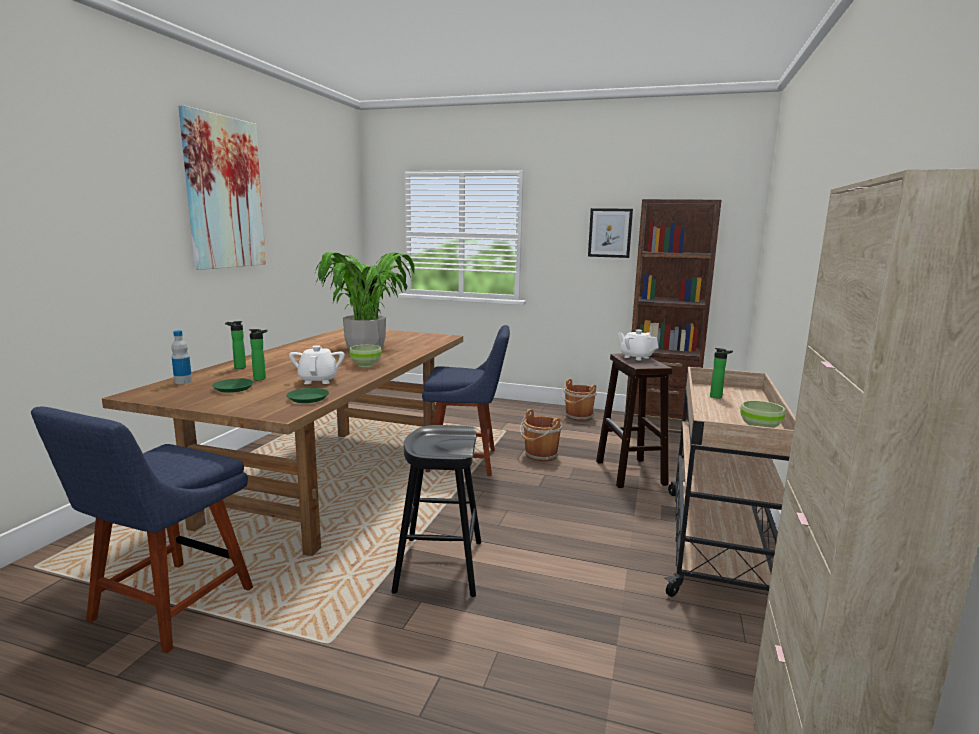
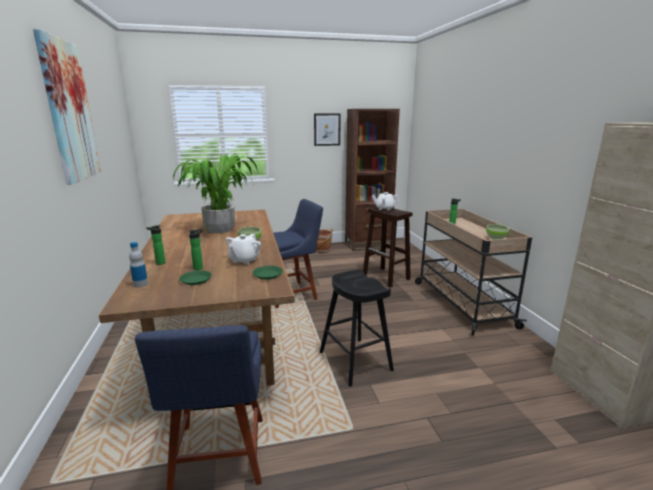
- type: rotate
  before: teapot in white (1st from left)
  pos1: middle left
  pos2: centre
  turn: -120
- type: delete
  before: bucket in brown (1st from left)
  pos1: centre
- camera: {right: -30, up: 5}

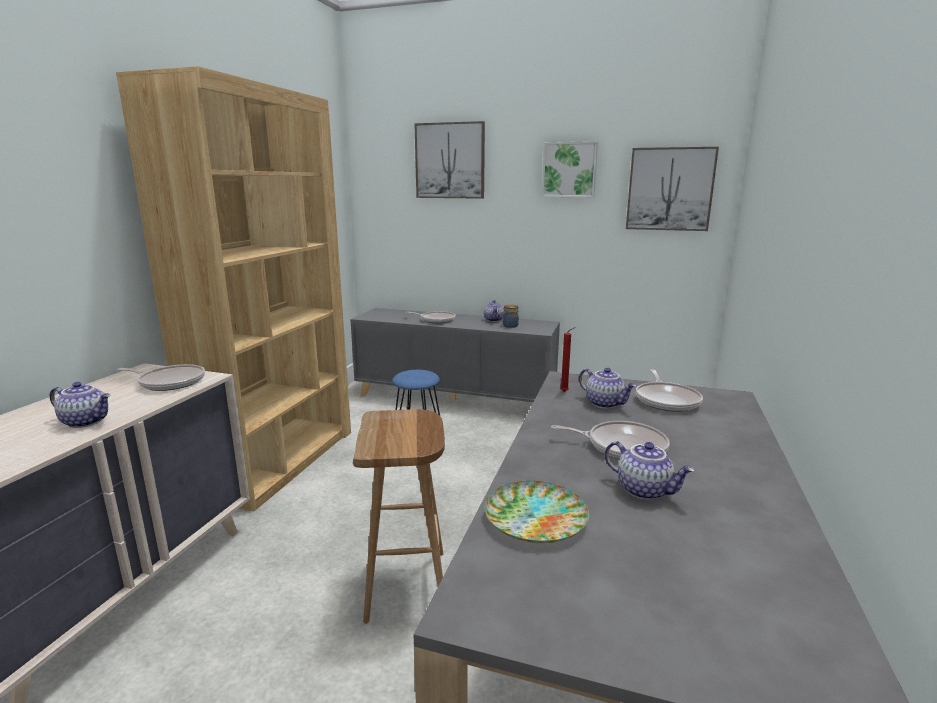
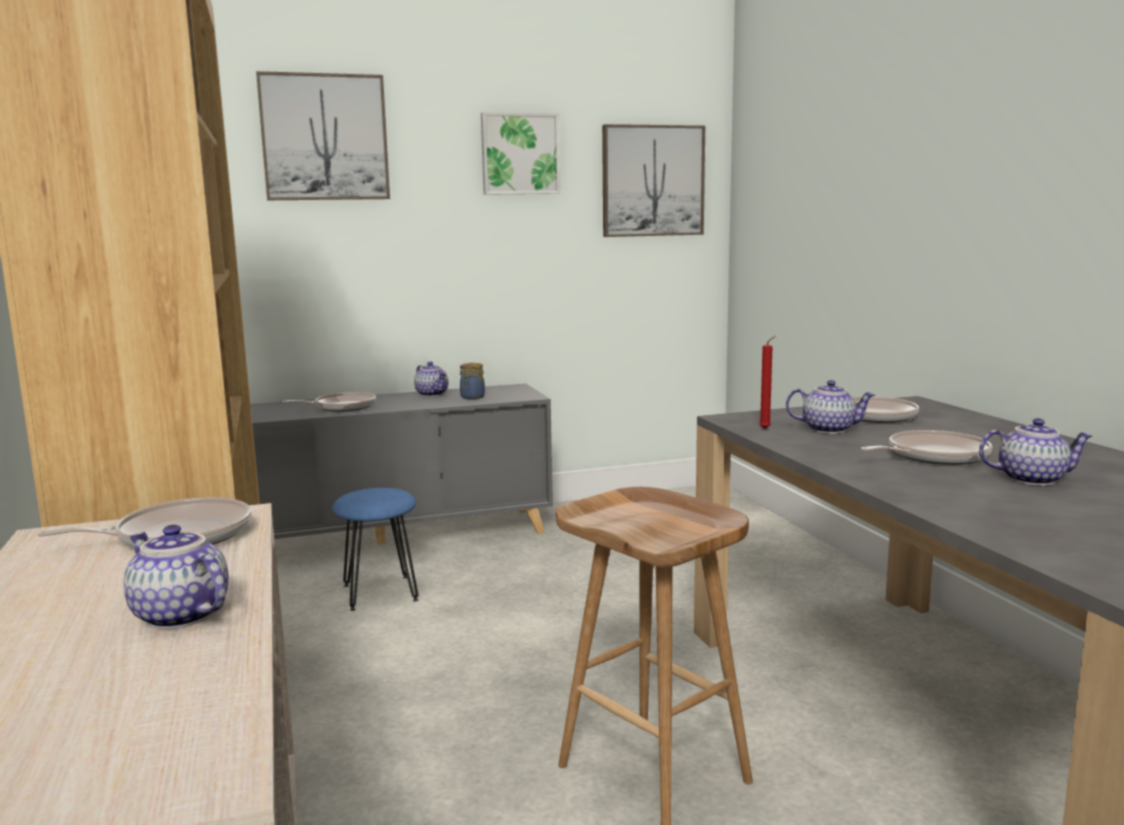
- type: rotate
  before: teapot (1st from left)
  pos1: middle left
  pos2: bottom left
  turn: -120
- type: delete
  before: plate
  pos1: bottom centre
- camera: {right: -35, up: -5}

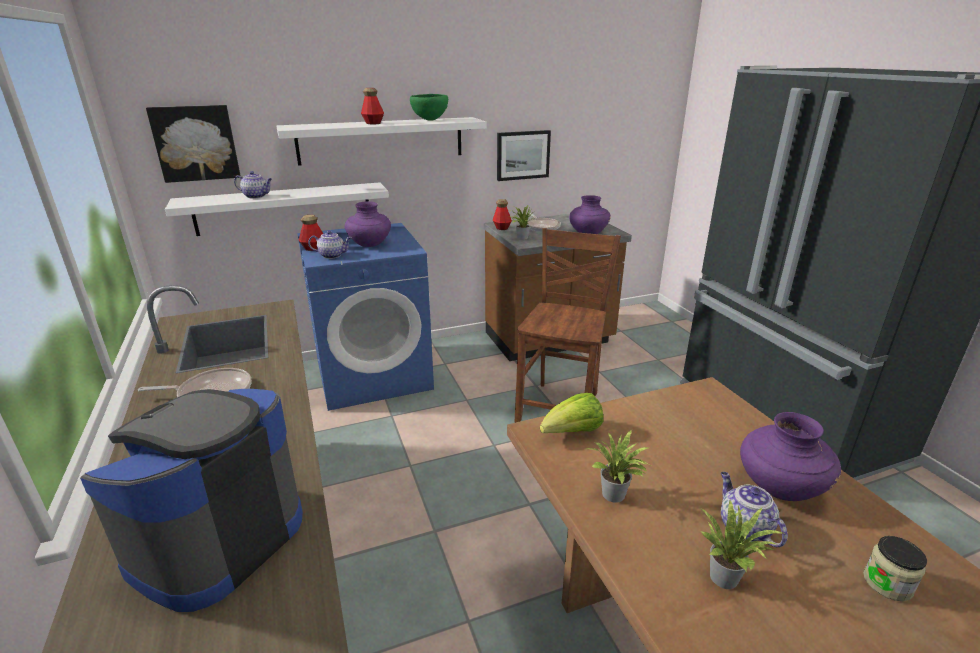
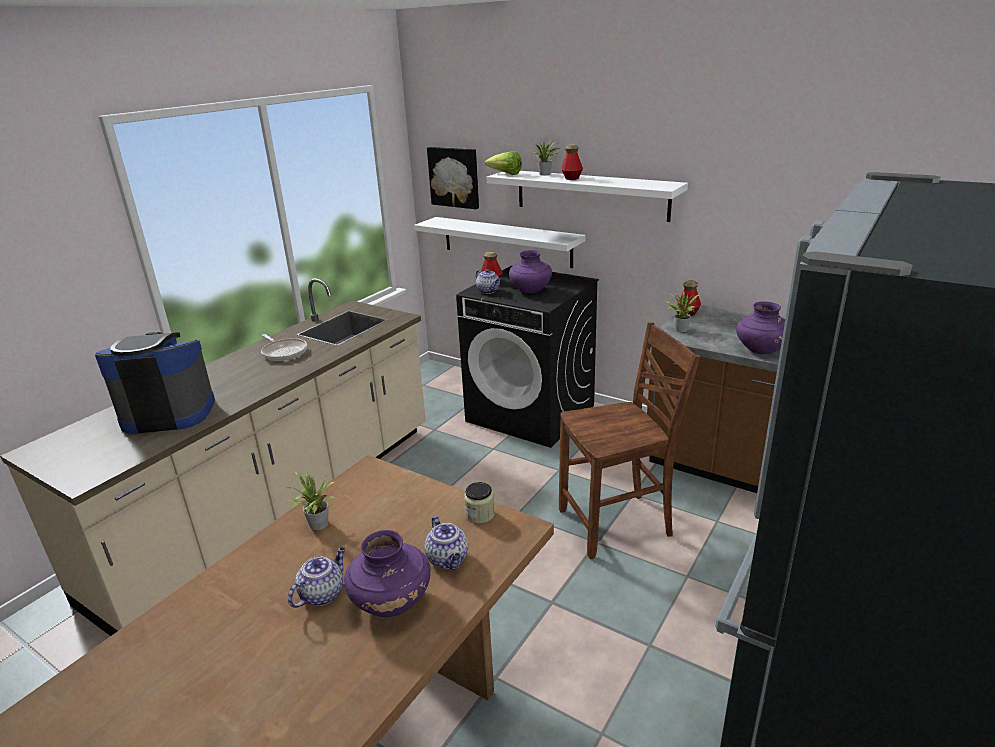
- type: move
  before: teapot (1st from left in the first image)
  after: teapot (2nd from left)
  pos1: top left
  pos2: bottom centre
- type: recolor
  before: washing machine in blue
  after: washing machine in black
  pos1: centre
  pos2: centre
- type: move
  before: jar
  pos1: bottom right
  pos2: bottom centre
- type: move
  before: lettuce
  pos1: centre
  pos2: top centre
- type: move
  before: potted plant (3rd from left in the first image)
  after: potted plant (2nd from left)
  pos1: bottom right
  pos2: top centre
- type: delete
  before: bowl in green
  pos1: top centre
- type: delete
  before: picture (2nd from left)
  pos1: top centre
- type: delete
  before: frying pan (2nd from left)
  pos1: centre
- camera: {right: 55, up: 0}

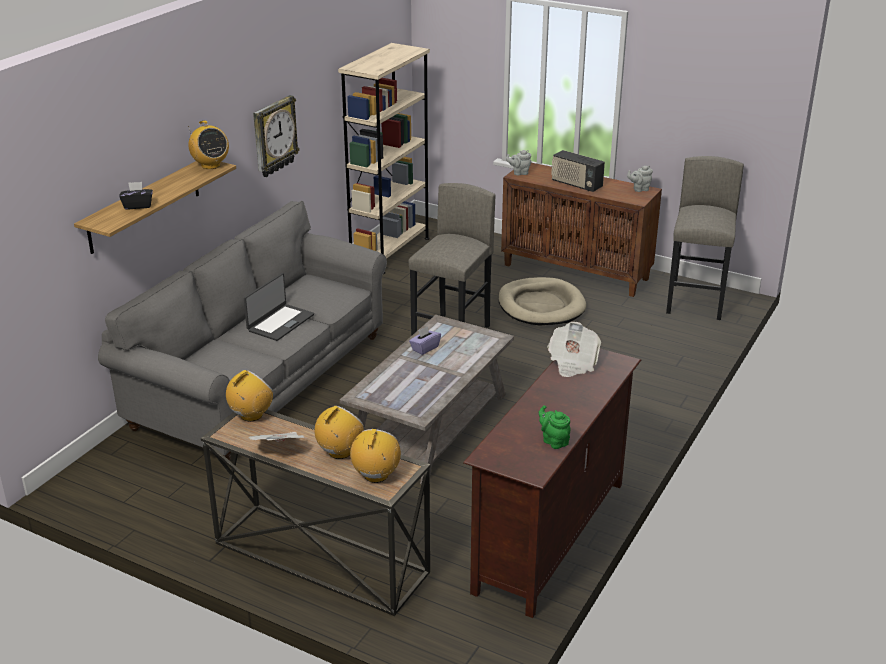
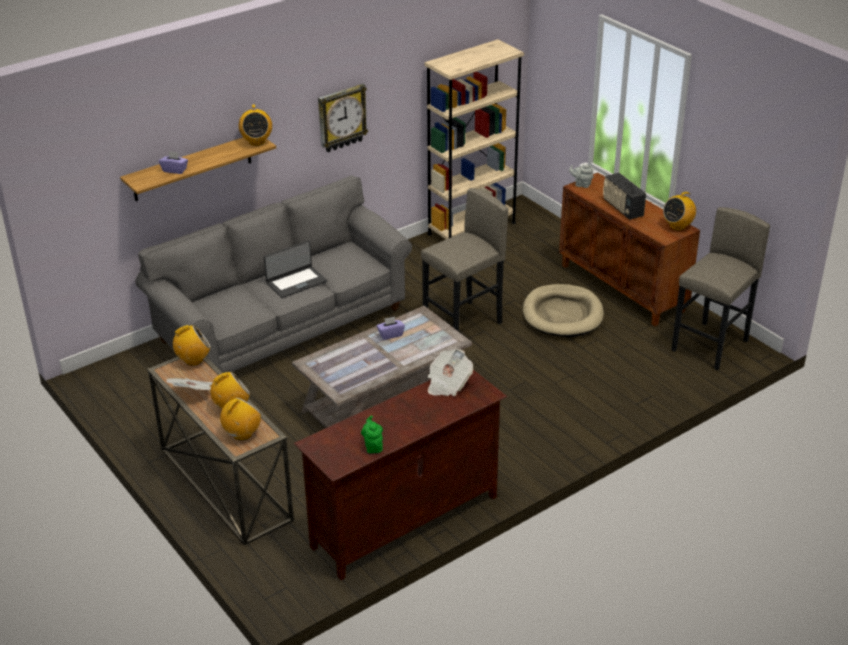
- type: recolor
  before: tissue box in black
  after: tissue box in purple (1st from left)
  pos1: top left
  pos2: top left
- type: replace
  before: teapot in grey (2nd from left)
  after: radio (6th from left)
  pos1: top right
  pos2: top right
- camera: {right: 25, up: 5}

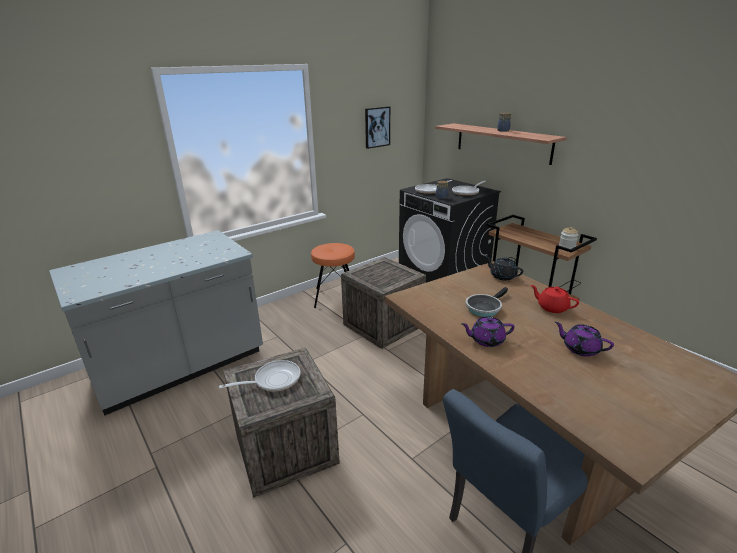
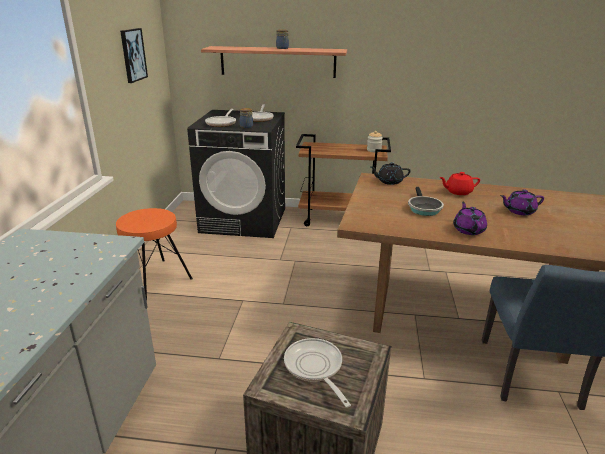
- type: rotate
  before: frying pan (1st from left in the first image)
  pos1: bottom centre
  pos2: bottom centre
  turn: -45
- type: rotate
  before: teapot in purple (1st from left)
  pos1: centre
  pos2: middle right
  turn: 135
- type: delete
  before: crate (2nd from left)
  pos1: centre
- camera: {right: -45, up: 0}

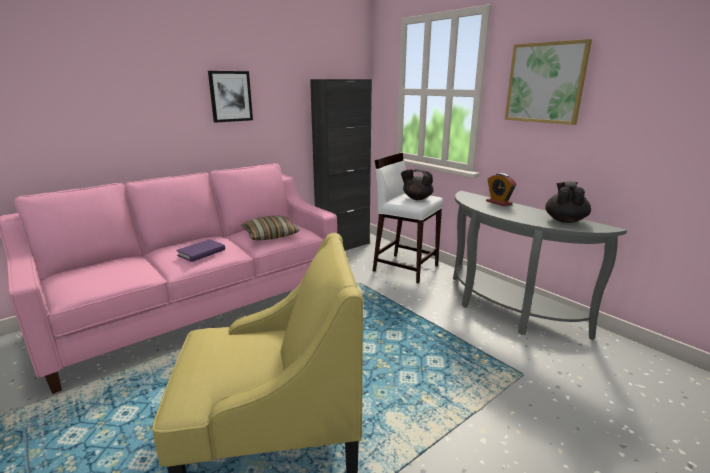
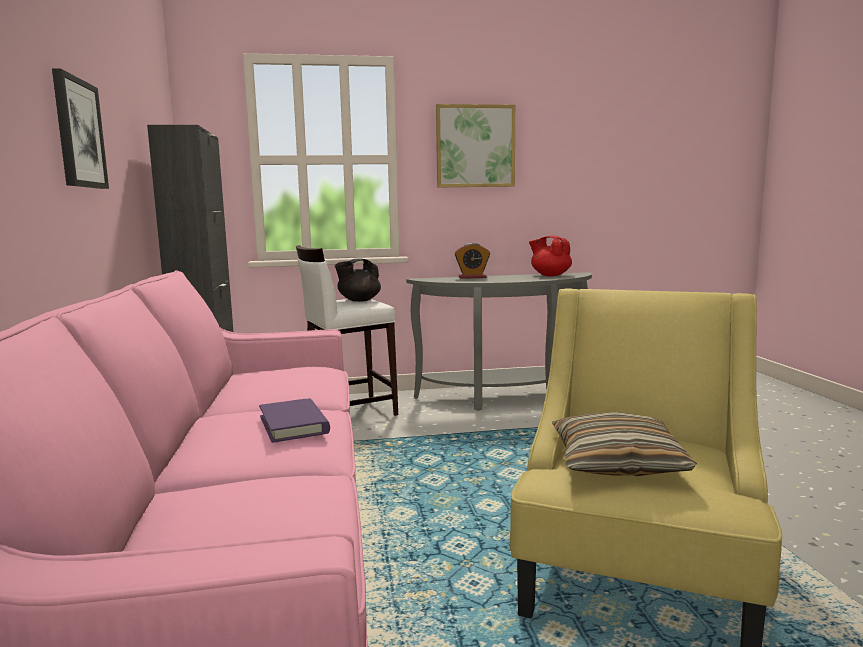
- type: recolor
  before: teapot in black (2nd from left)
  after: teapot in red
  pos1: middle right
  pos2: centre
- type: move
  before: pillow
  pos1: centre
  pos2: bottom right
- camera: {right: -60, up: -10}

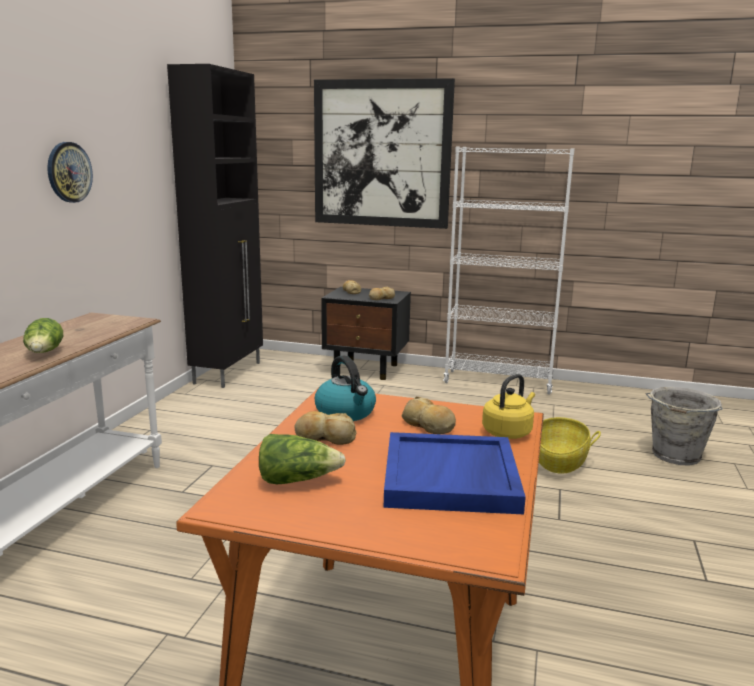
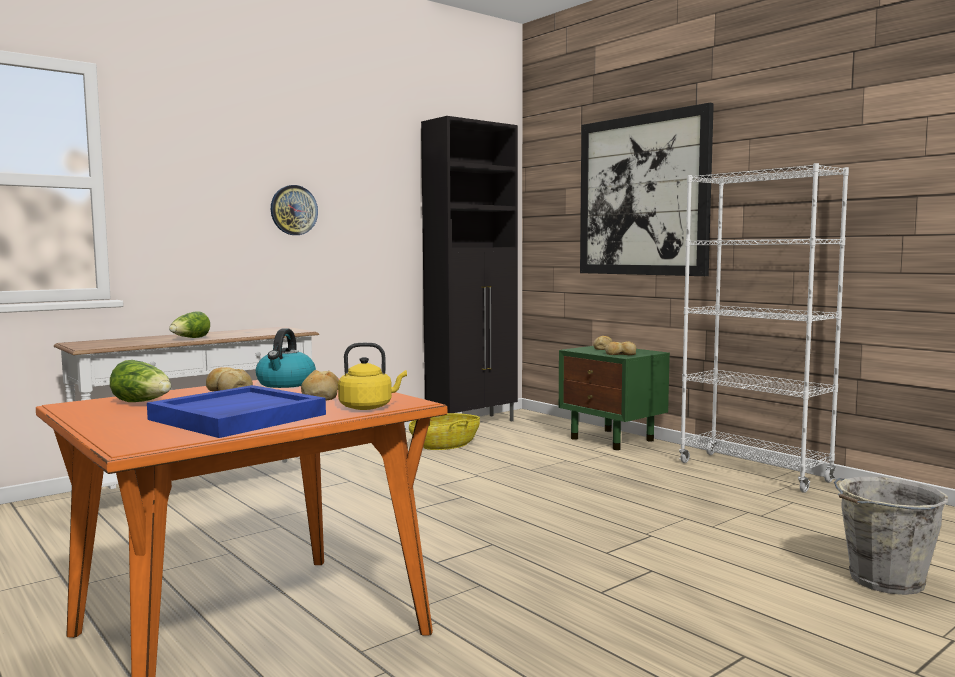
- type: move
  before: basket
  pos1: middle right
  pos2: centre
- type: recolor
  before: nightstand in black
  after: nightstand in green
  pos1: centre
  pos2: centre
- camera: {right: 35, up: -10}

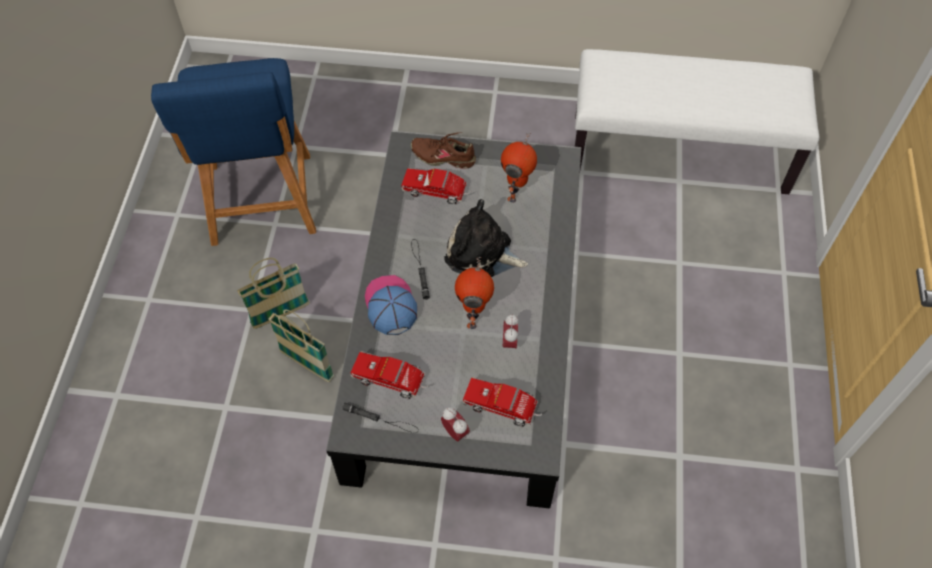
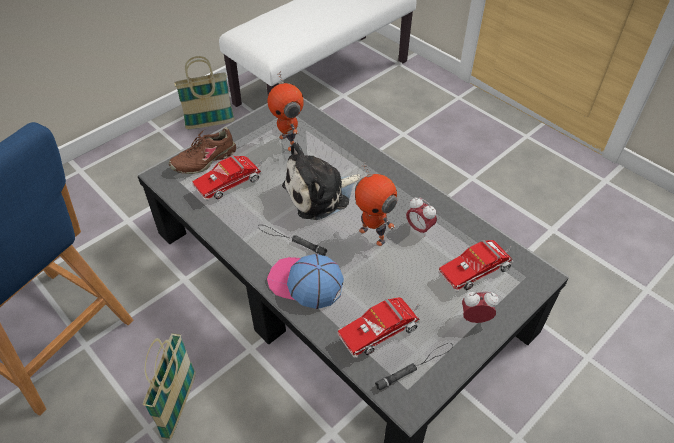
- type: move
  before: basket (2nd from left)
  pos1: middle left
  pos2: top left
- camera: {right: -50, up: -10}

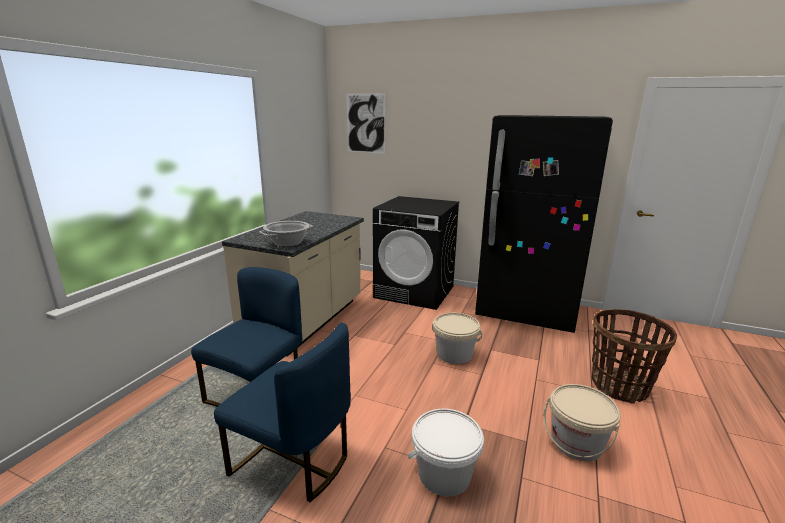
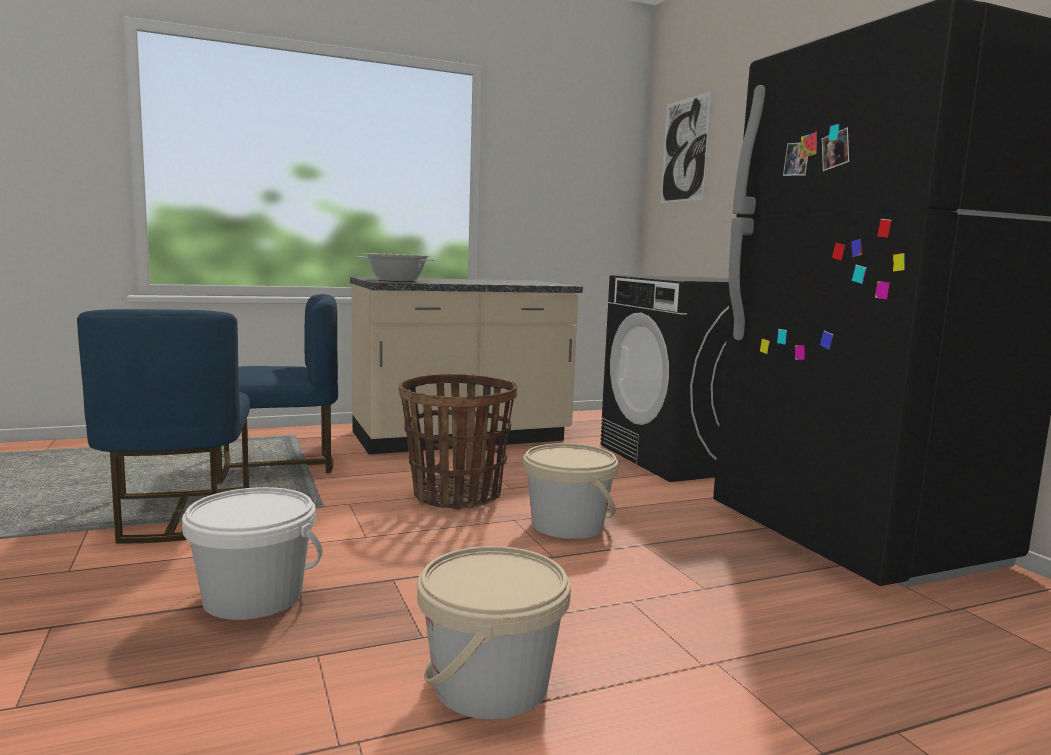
- type: move
  before: basket
  pos1: bottom right
  pos2: centre
- camera: {right: 45, up: -10}

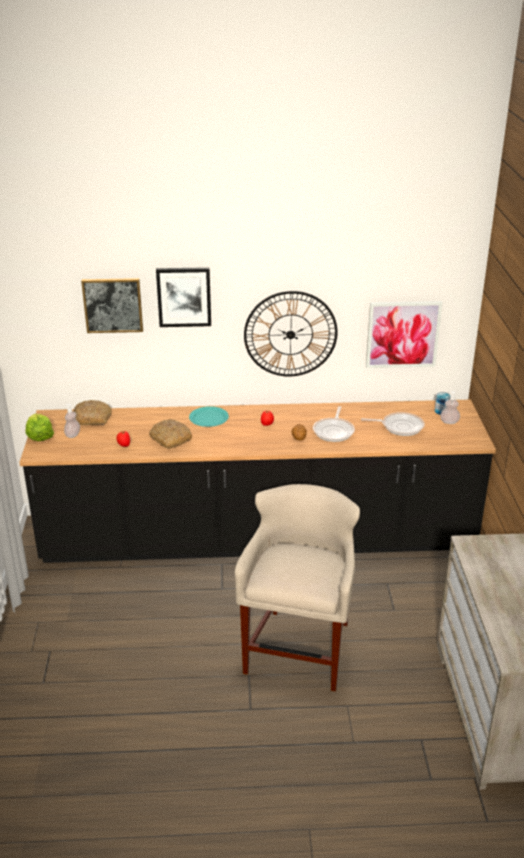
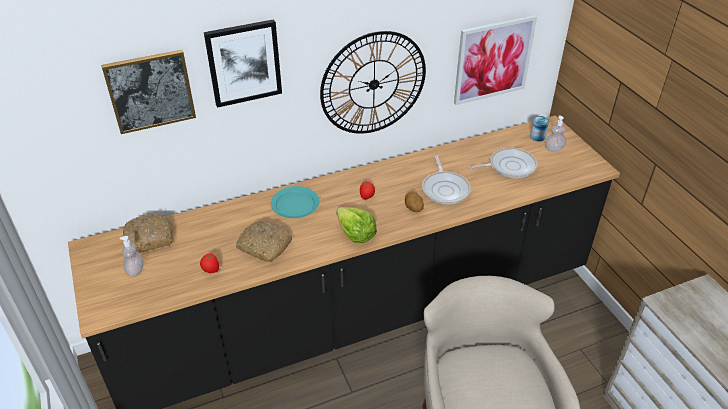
- type: move
  before: lettuce
  pos1: middle left
  pos2: centre
- camera: {right: -20, up: 10}

